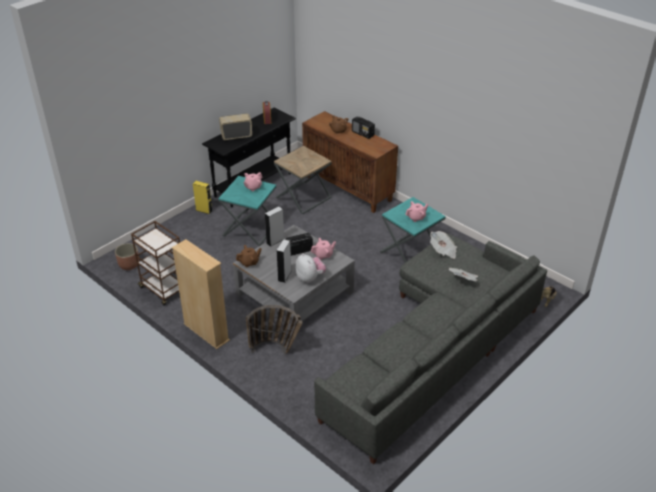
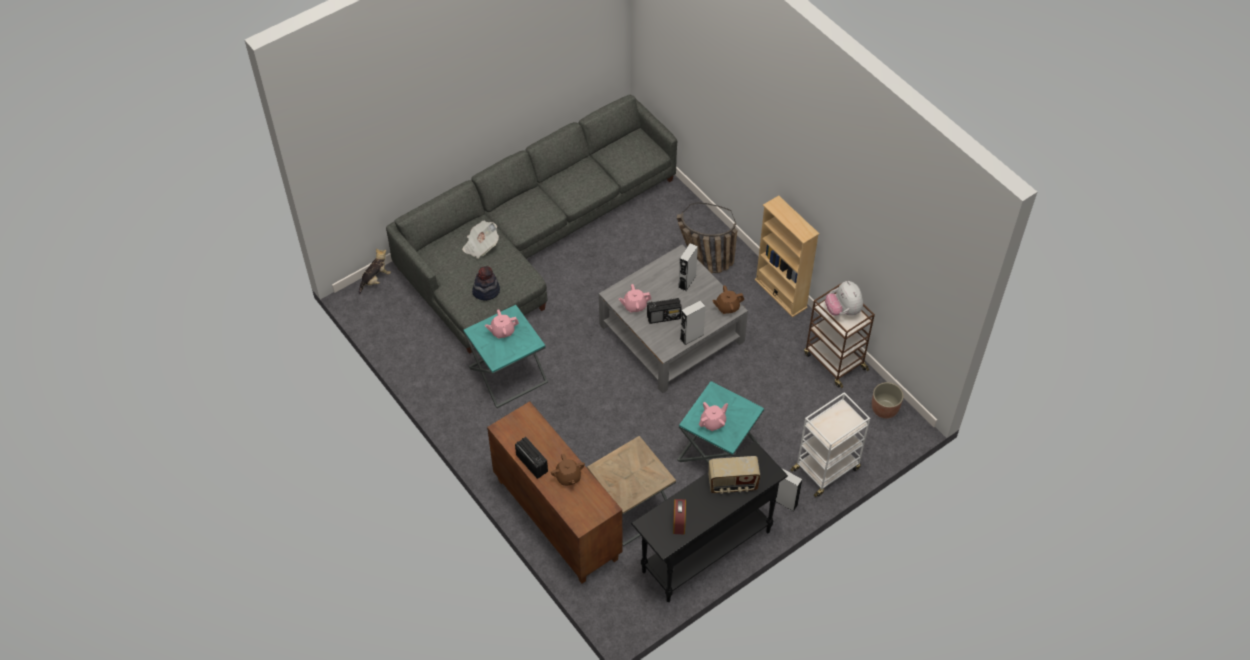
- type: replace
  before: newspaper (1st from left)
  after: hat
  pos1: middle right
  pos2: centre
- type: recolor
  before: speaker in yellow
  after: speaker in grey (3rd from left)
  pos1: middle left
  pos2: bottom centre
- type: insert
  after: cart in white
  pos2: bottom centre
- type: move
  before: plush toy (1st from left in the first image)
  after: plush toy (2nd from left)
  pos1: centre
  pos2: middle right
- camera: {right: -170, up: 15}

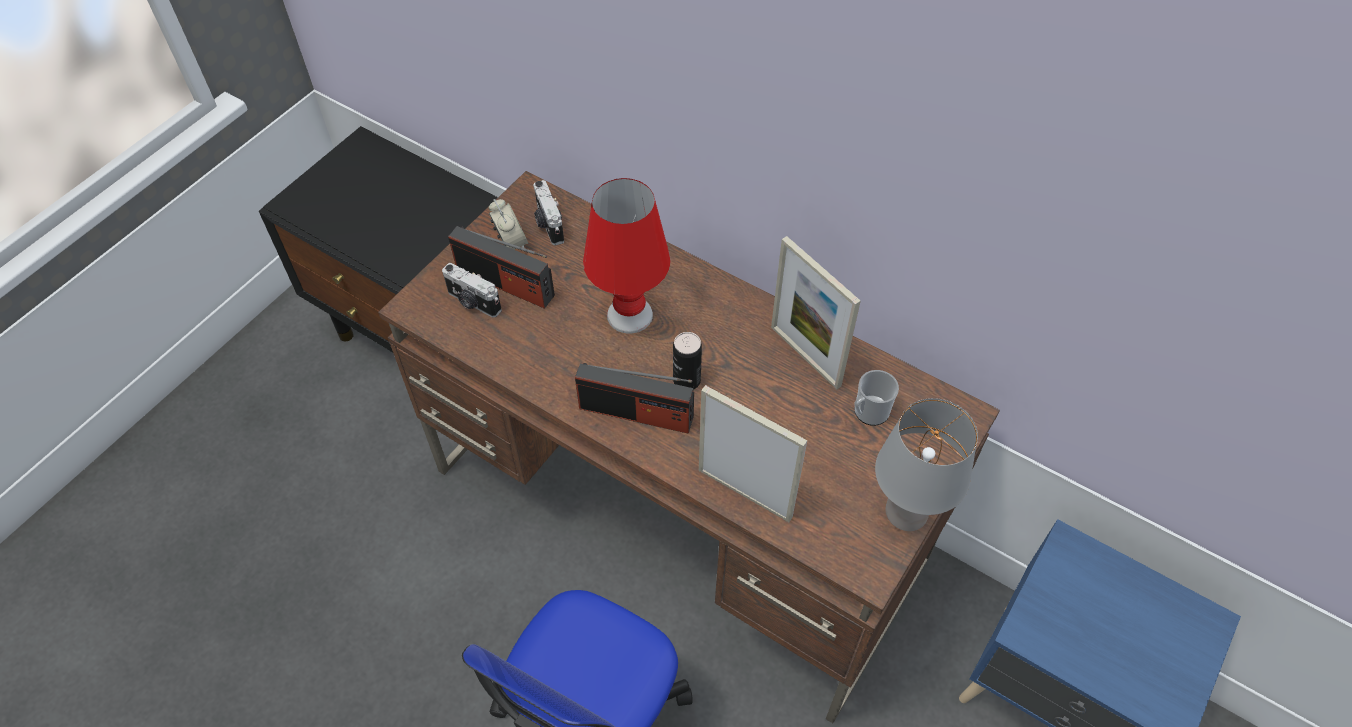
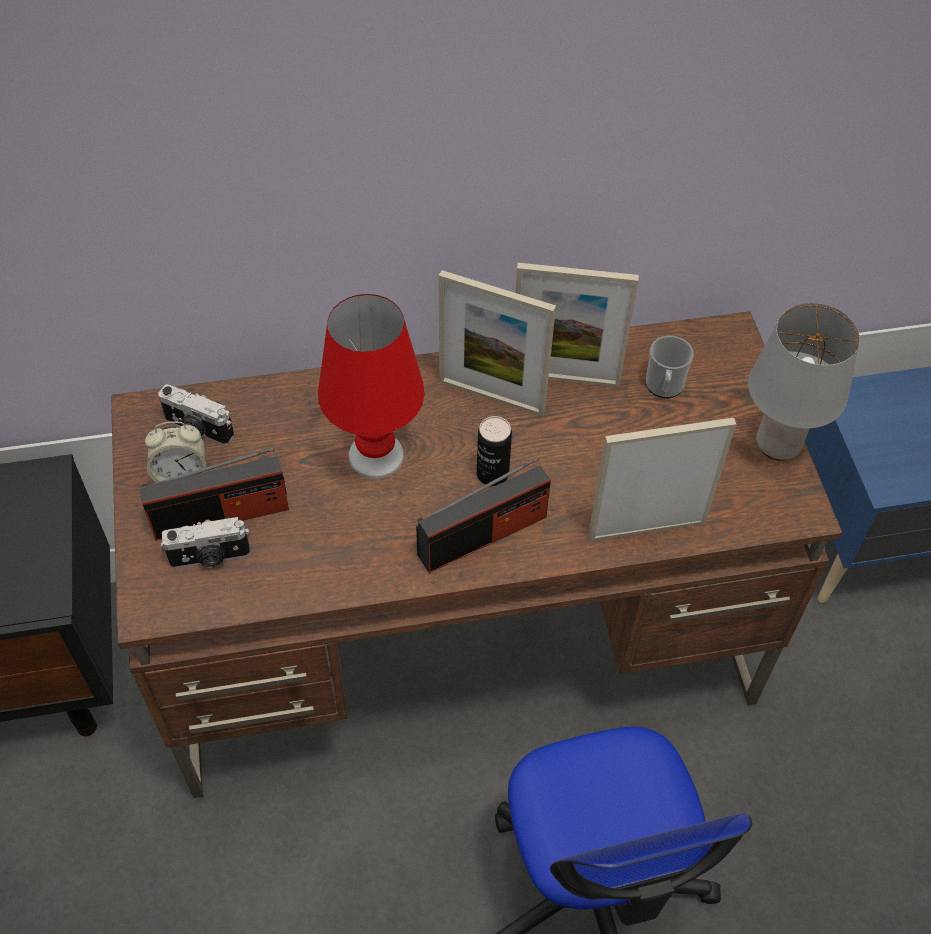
- type: rotate
  before: alarm clock
  pos1: top centre
  pos2: middle left
  turn: 150
- type: insert
  after: picture frame (1st from left)
  pos2: centre
- camera: {right: -45, up: 0}

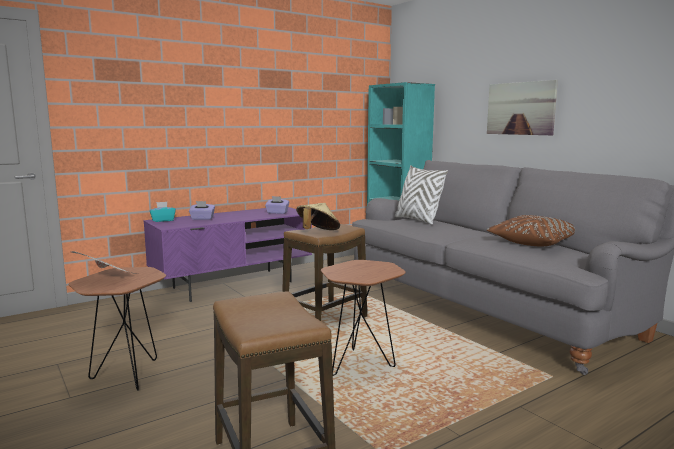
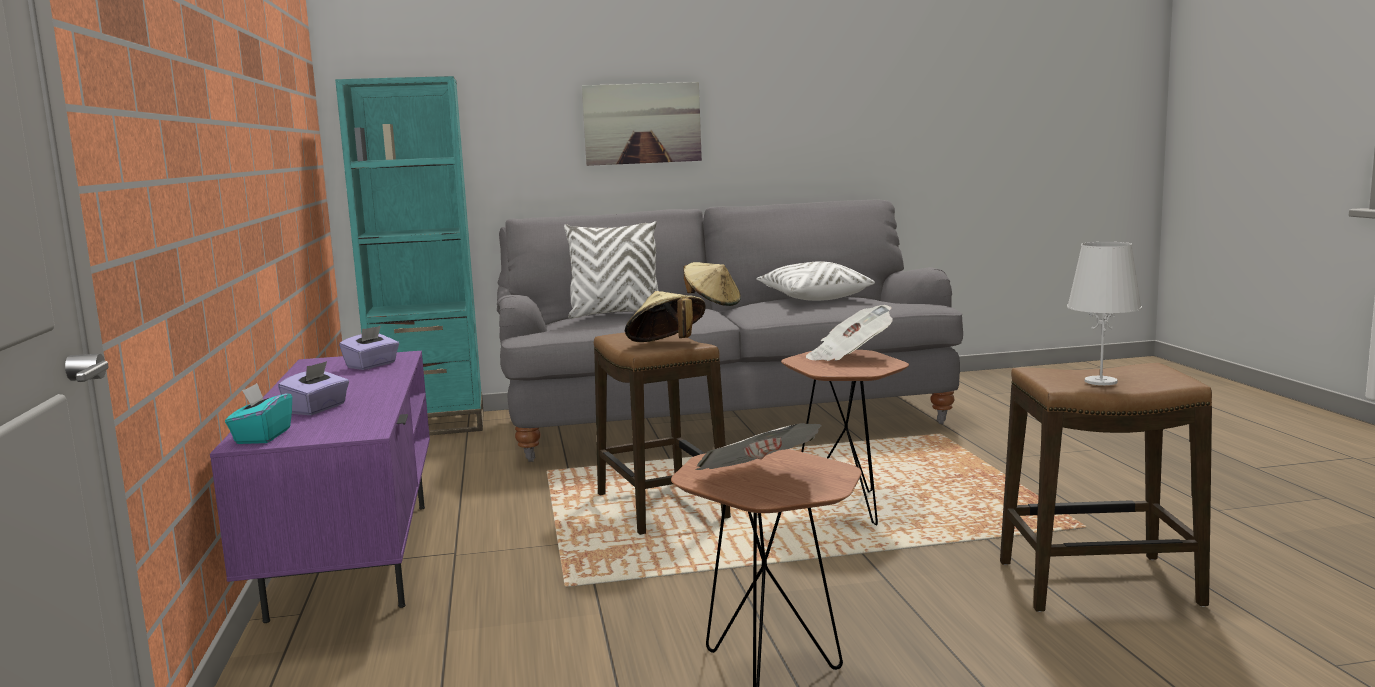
- type: insert
  after: hat in beige (2nd from left)
  pos2: centre
- type: recolor
  before: pillow in brown
  after: pillow in white (2nd from left)
  pos1: middle right
  pos2: centre
- type: insert
  after: newspaper (2nd from left)
  pos2: centre
- type: insert
  after: table lamp in white
  pos2: middle right
- camera: {right: -65, up: 0}

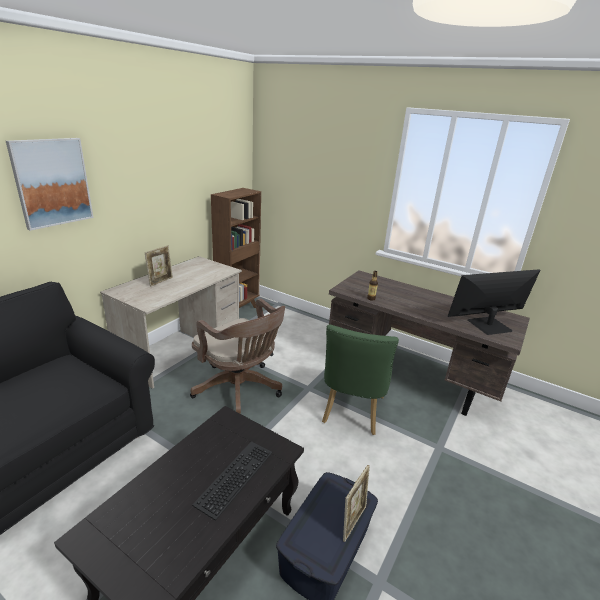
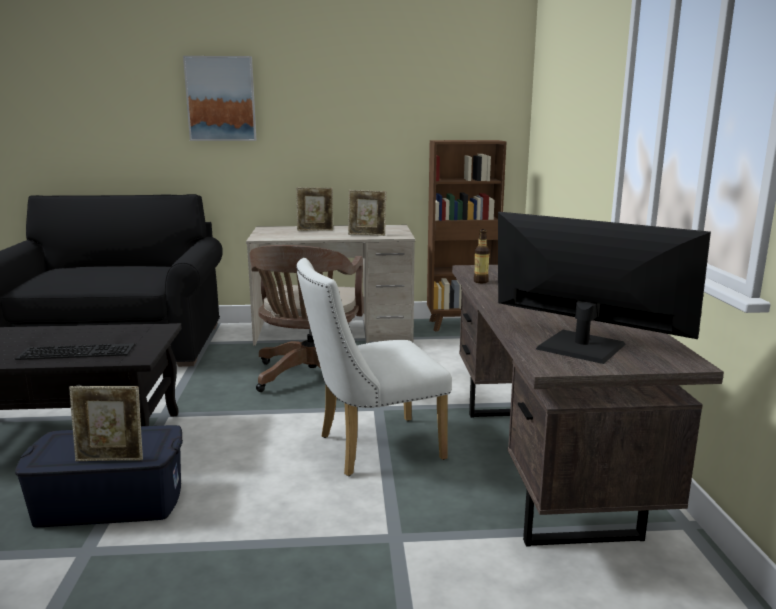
- type: recolor
  before: chair in green
  after: chair in white
  pos1: centre
  pos2: centre
- type: insert
  after: picture frame (3rd from left)
  pos2: centre
- camera: {right: 55, up: -10}

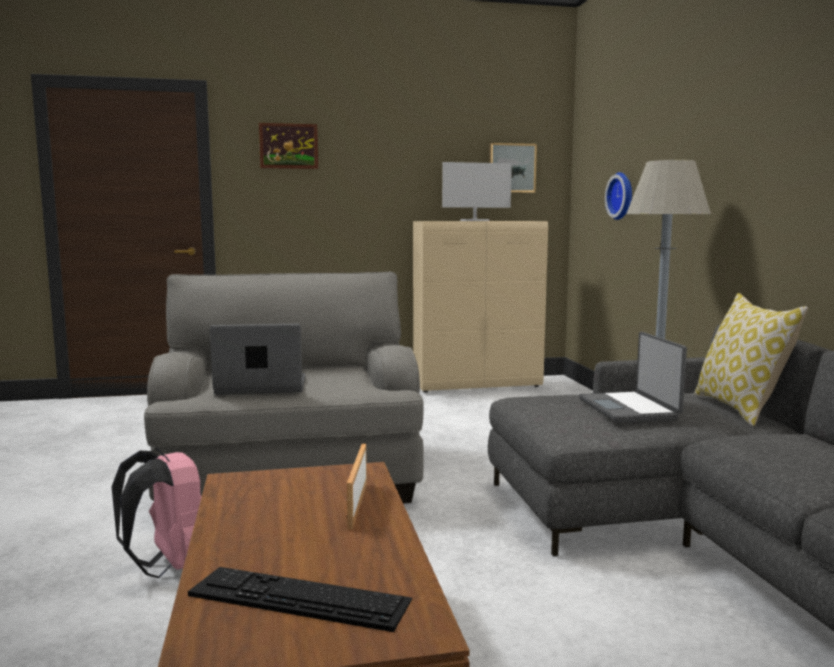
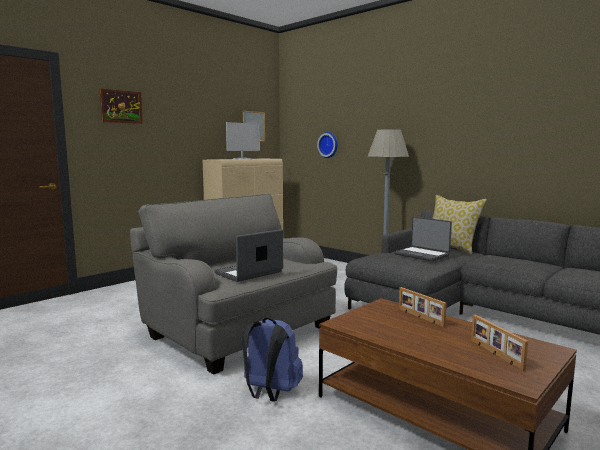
- type: recolor
  before: backpack in pink
  after: backpack in blue
  pos1: bottom left
  pos2: bottom centre
- type: replace
  before: keyboard
  after: picture frame (2nd from left)
  pos1: bottom centre
  pos2: bottom right
- camera: {right: -35, up: 0}

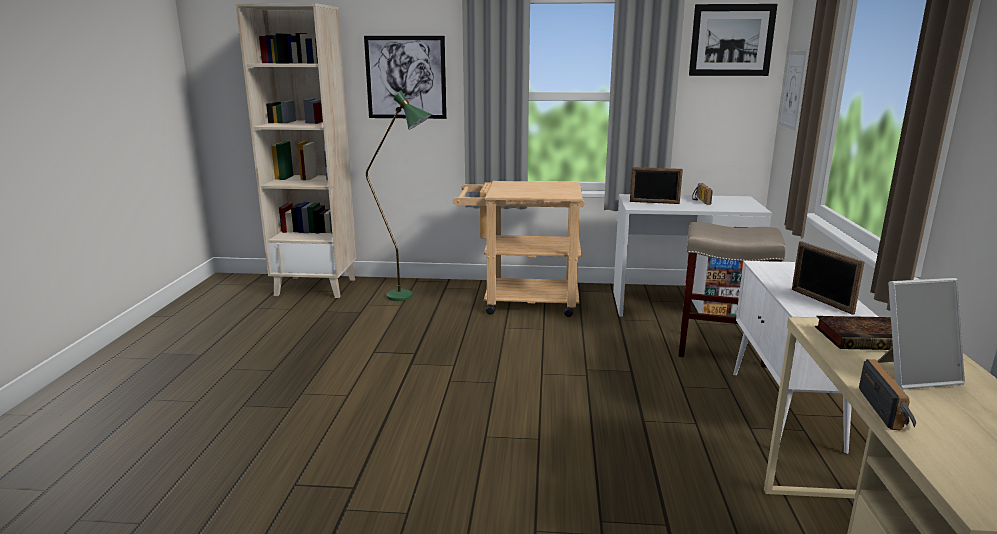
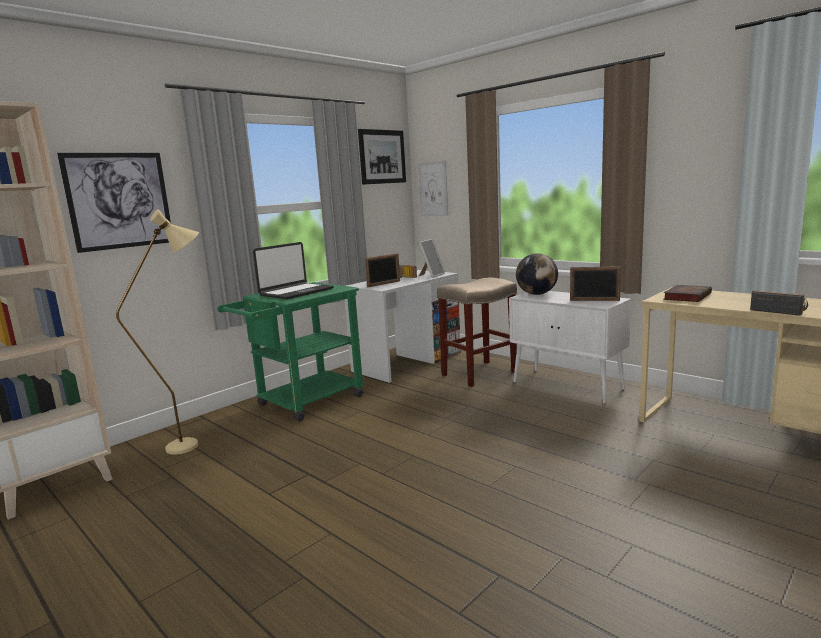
- type: recolor
  before: floor lamp in green
  after: floor lamp in beige
  pos1: centre
  pos2: middle left
- type: recolor
  before: cart in beige
  after: cart in green
  pos1: centre
  pos2: centre
- type: insert
  after: laptop
  pos2: centre
- type: move
  before: picture frame (3rd from left in the first image)
  after: picture frame (2nd from left)
  pos1: middle right
  pos2: centre
- type: insert
  after: globe
  pos2: centre
- camera: {right: -50, up: -5}

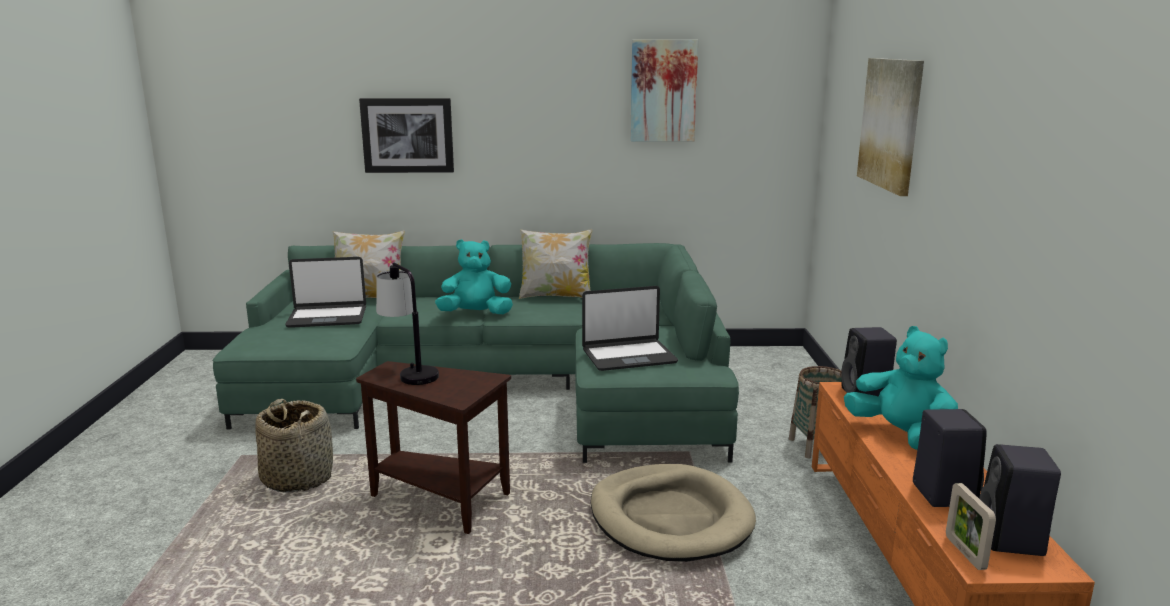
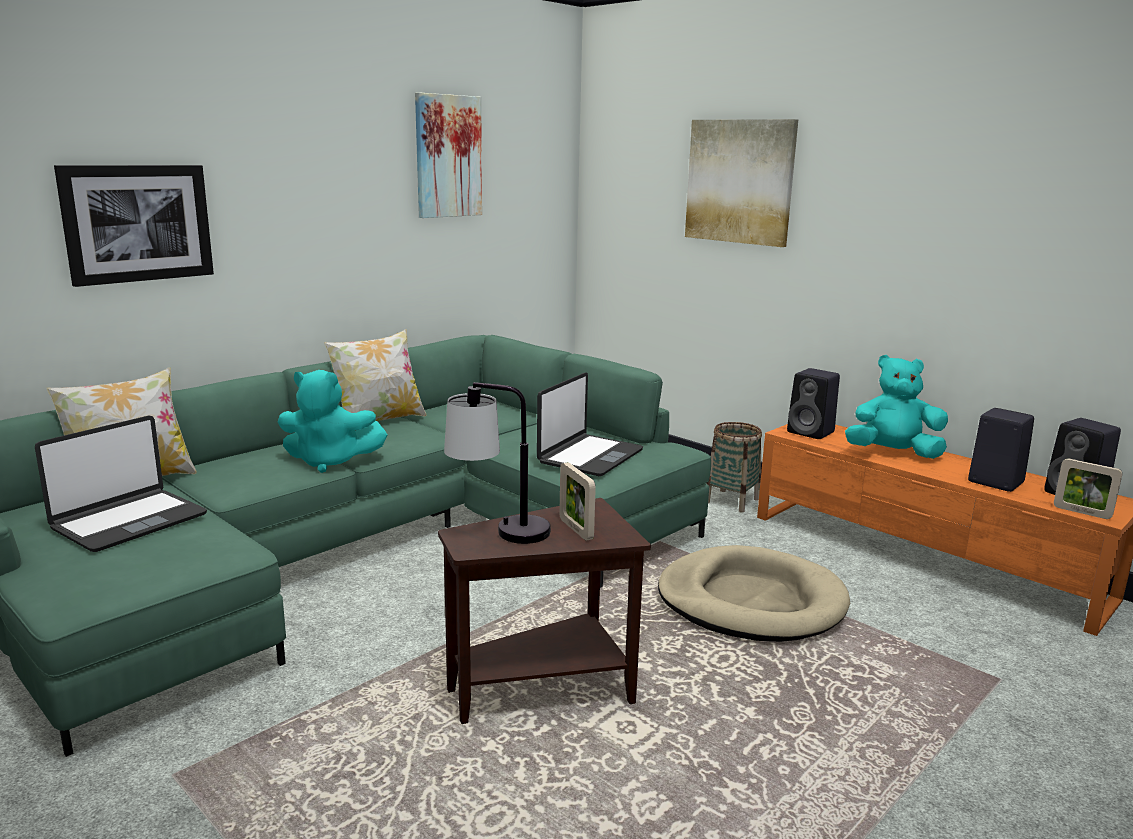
- type: rotate
  before: plush toy in turquoise (1st from left)
  pos1: centre
  pos2: middle left
  turn: -120
- type: insert
  after: picture frame (1st from left)
  pos2: centre
- type: delete
  before: basket (1st from left)
  pos1: bottom left
- camera: {right: -45, up: 0}

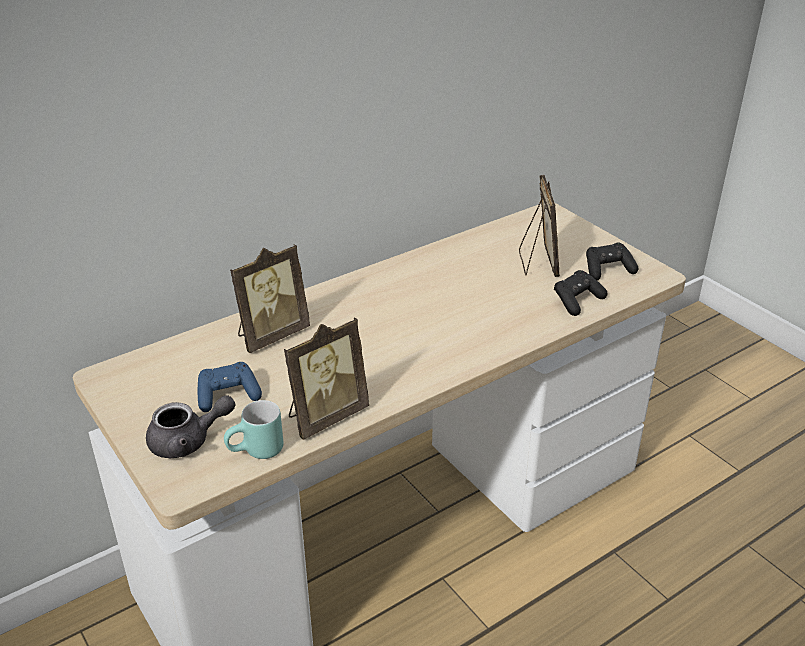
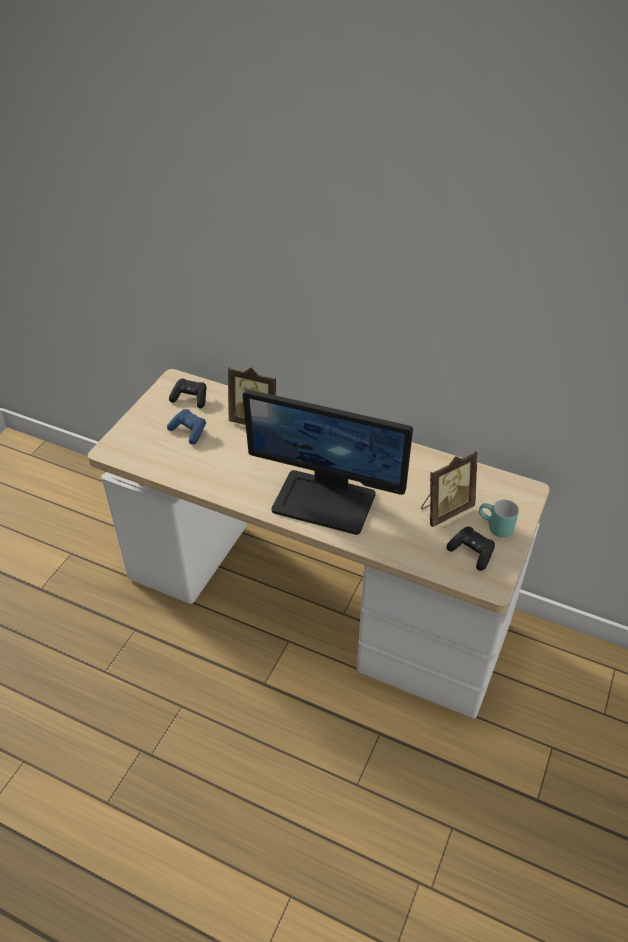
- type: move
  before: game controller in black (1st from left)
  pos1: middle right
  pos2: middle left
- type: insert
  after: monitor
  pos2: centre
- type: move
  before: mug in turquoise
  pos1: middle left
  pos2: middle right
- type: delete
  before: teapot in grey
  pos1: middle left
- type: delete
  before: picture frame (2nd from left)
  pos1: centre
- camera: {right: 60, up: 10}

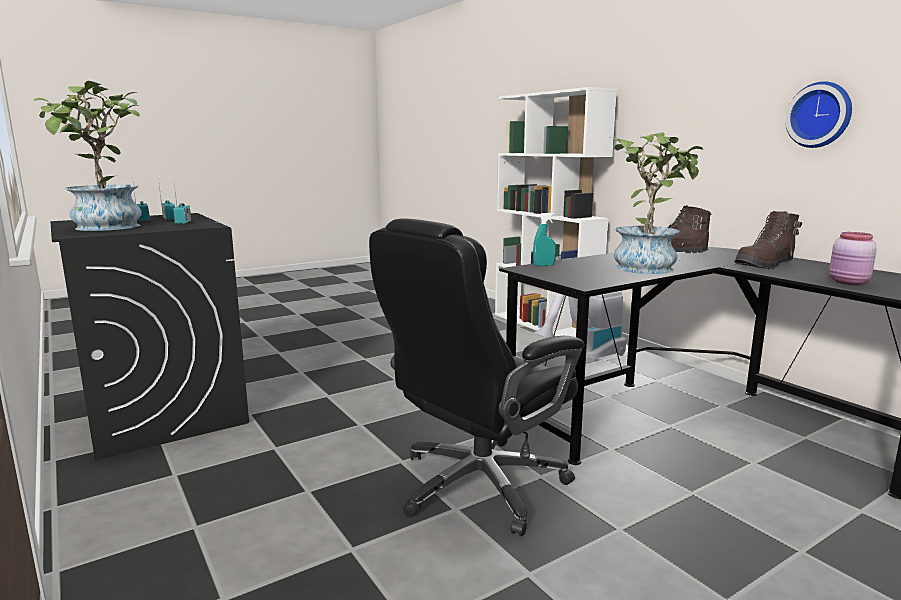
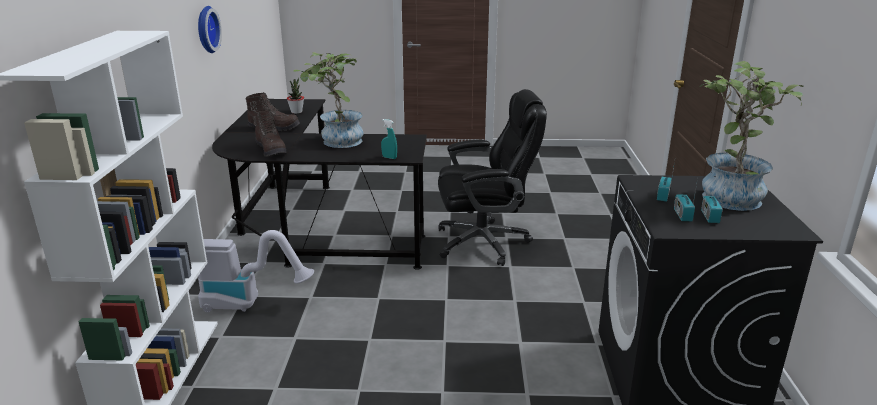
- type: replace
  before: jar in pink
  after: potted plant (1st from left)
  pos1: middle right
  pos2: top centre
- camera: {right: -145, up: 10}

